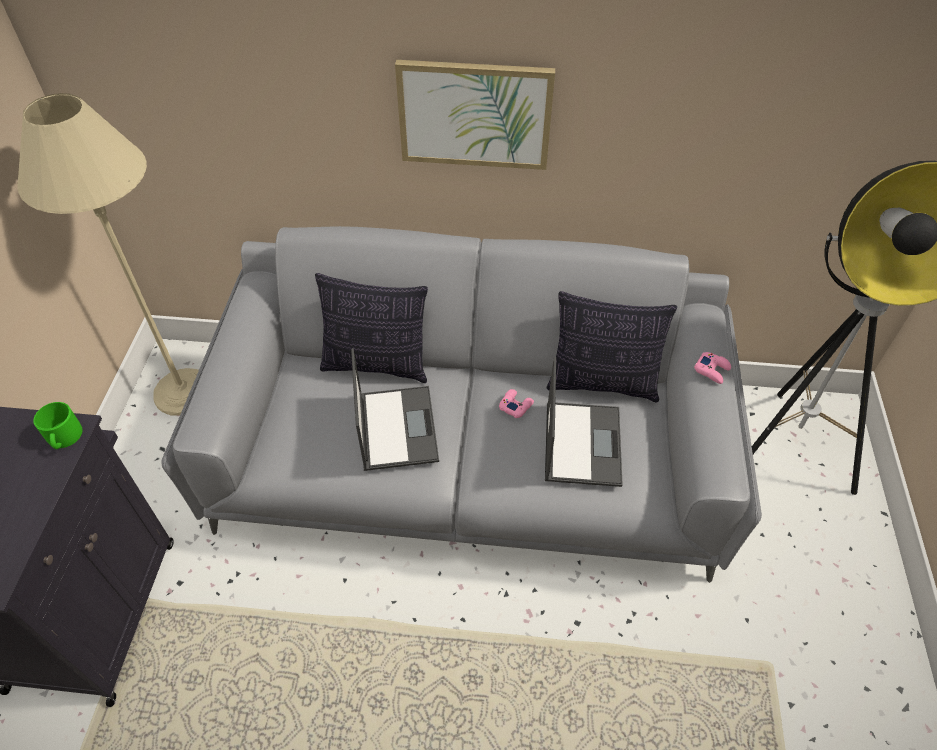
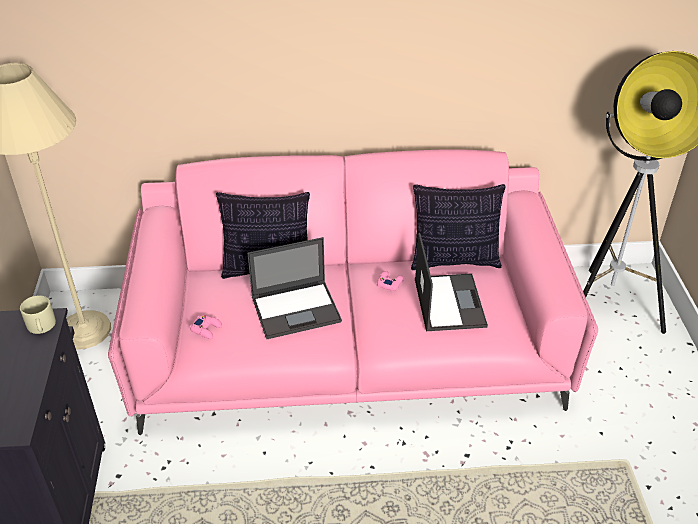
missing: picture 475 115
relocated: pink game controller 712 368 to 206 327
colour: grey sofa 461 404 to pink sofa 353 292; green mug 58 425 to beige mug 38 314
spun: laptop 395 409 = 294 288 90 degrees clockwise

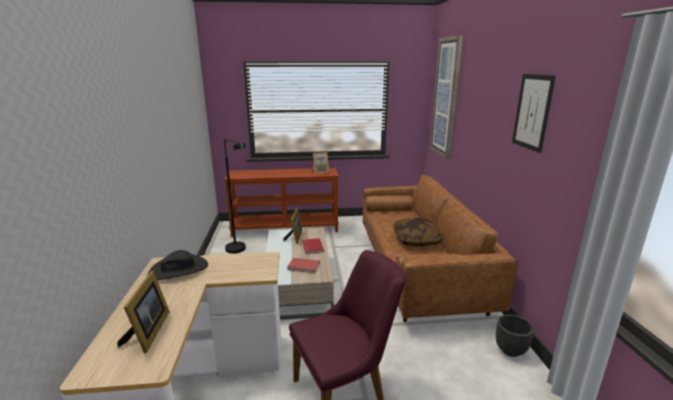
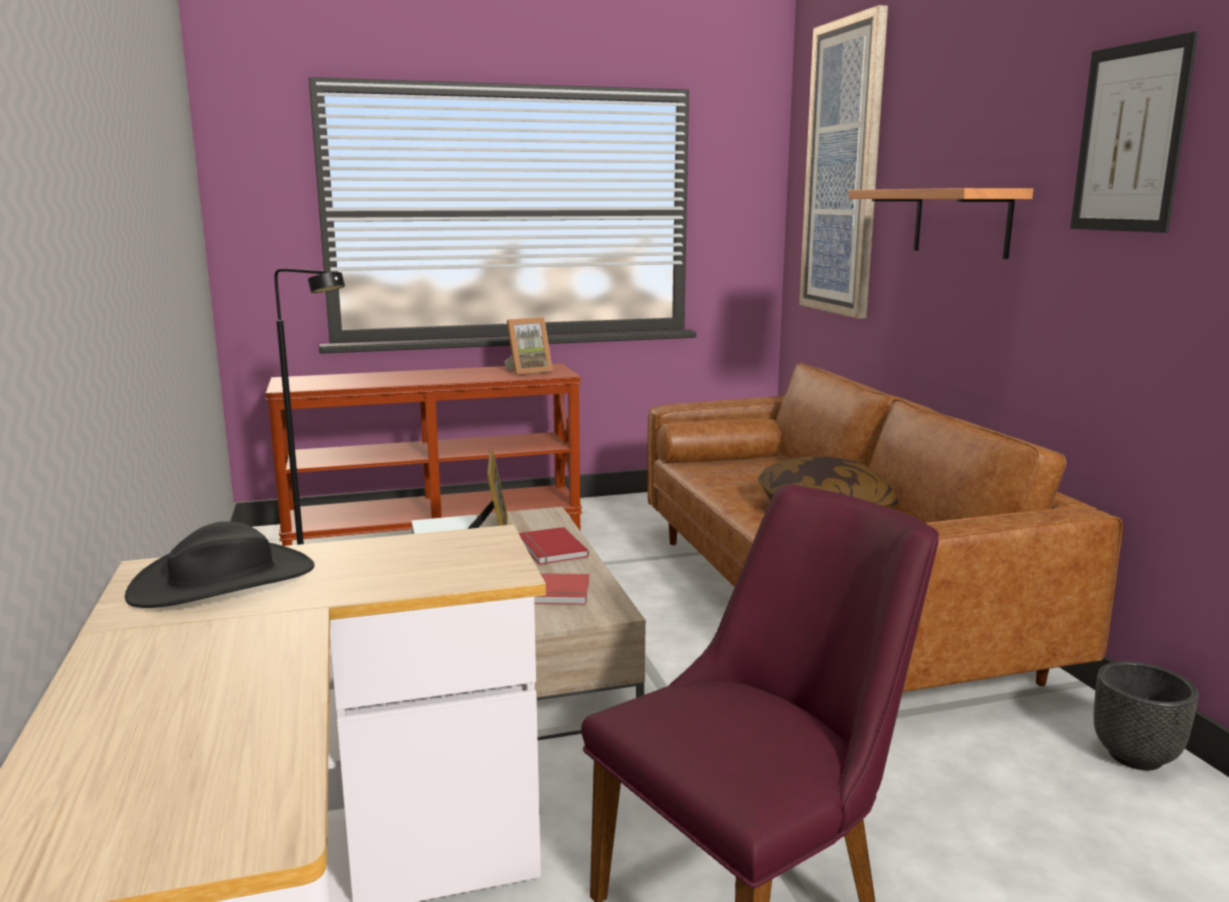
missing: picture frame 144 312
appeared: shelf 941 223

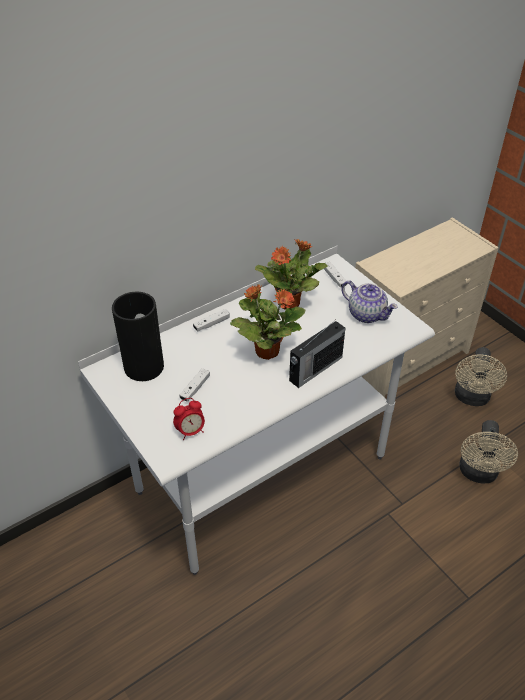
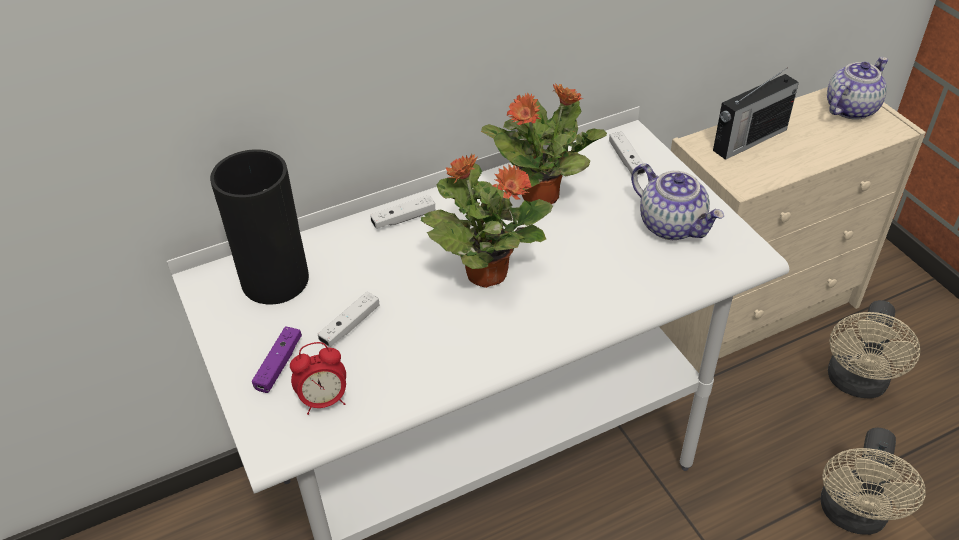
appeared: teapot 857 88; purple game controller 277 359
relocated: radio 317 353 to 756 113

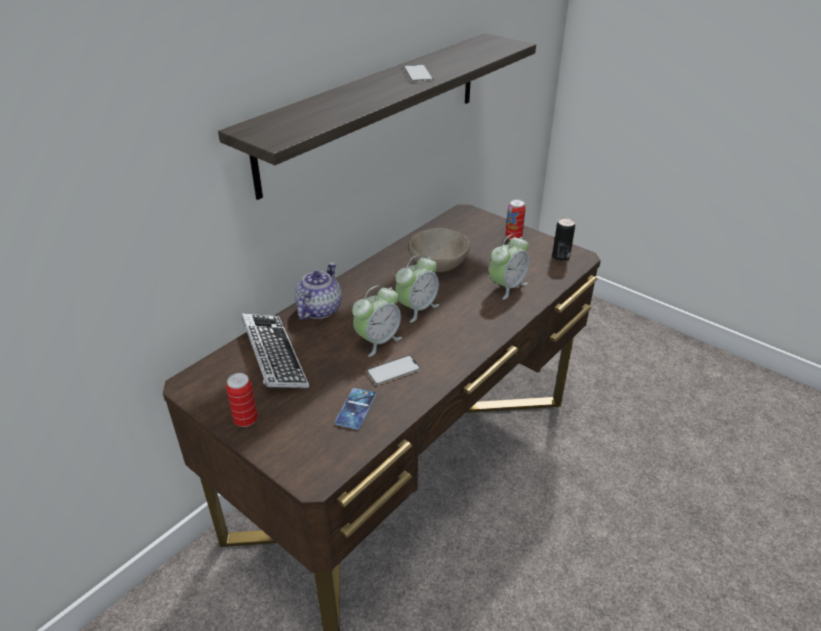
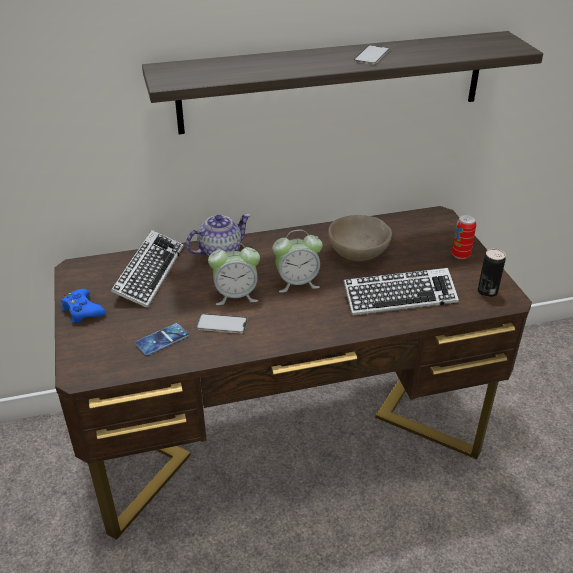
exchanged: alarm clock 509 267 to keyboard 401 292; can 242 400 to blue game controller 83 306

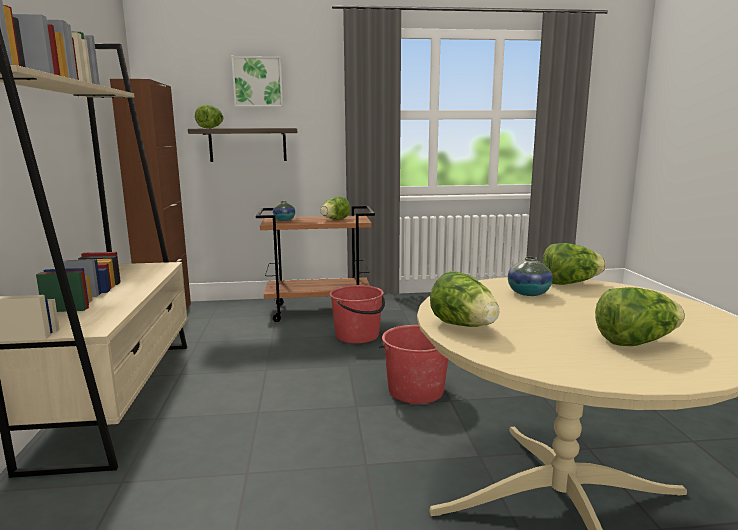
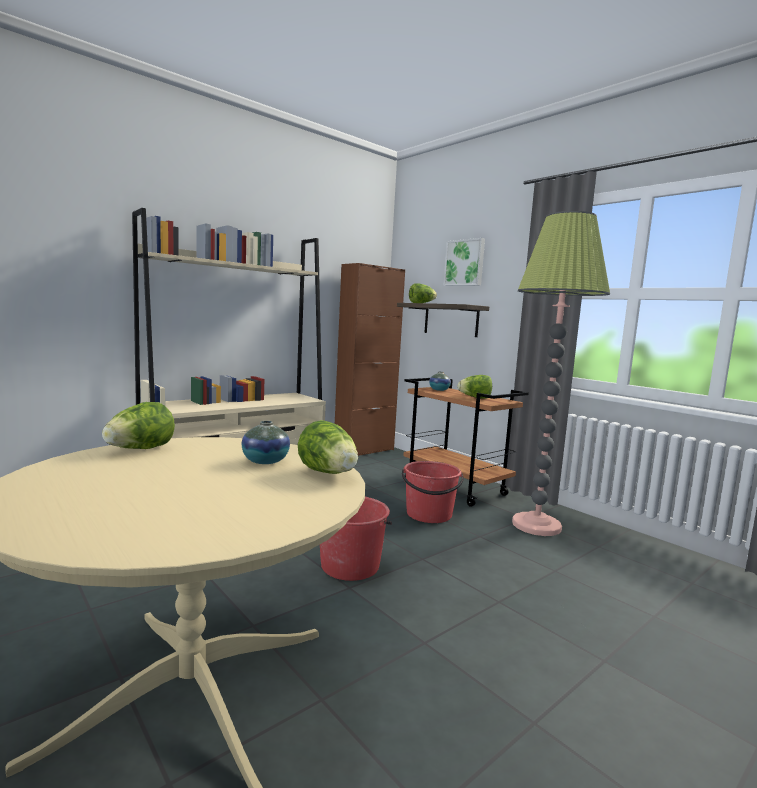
missing: lettuce 640 316
appeared: floor lamp 561 373

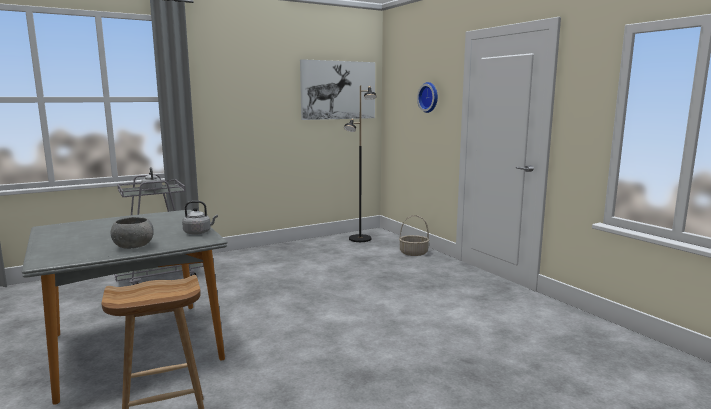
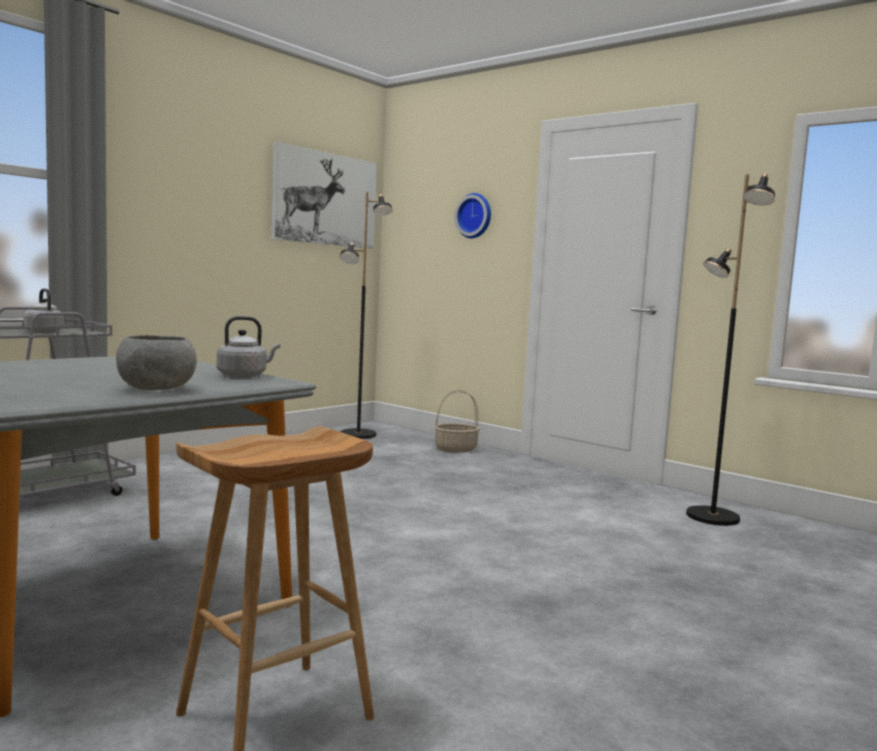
appeared: black floor lamp 730 349

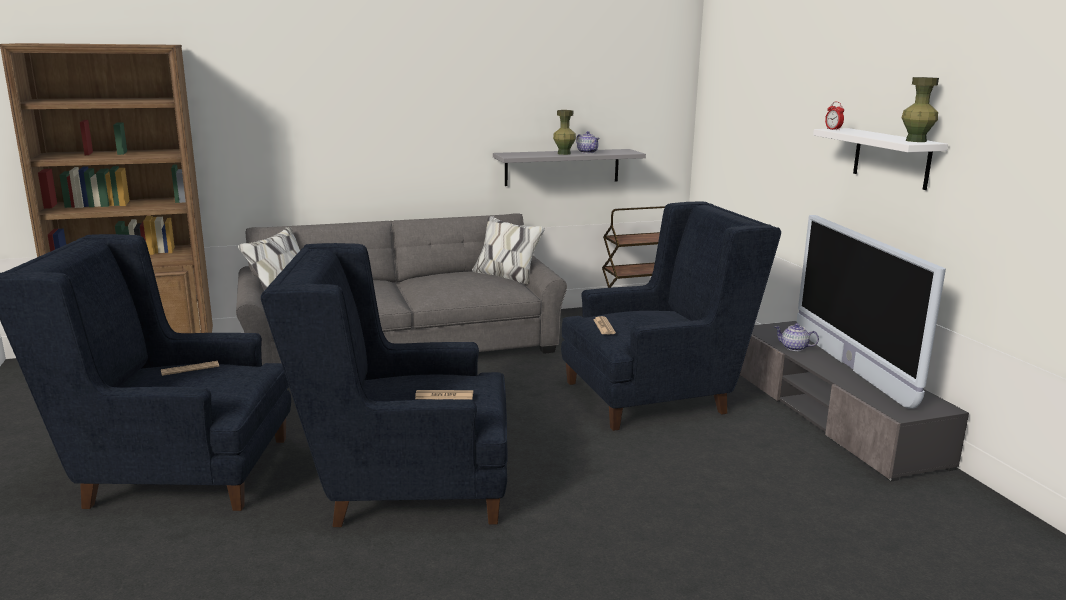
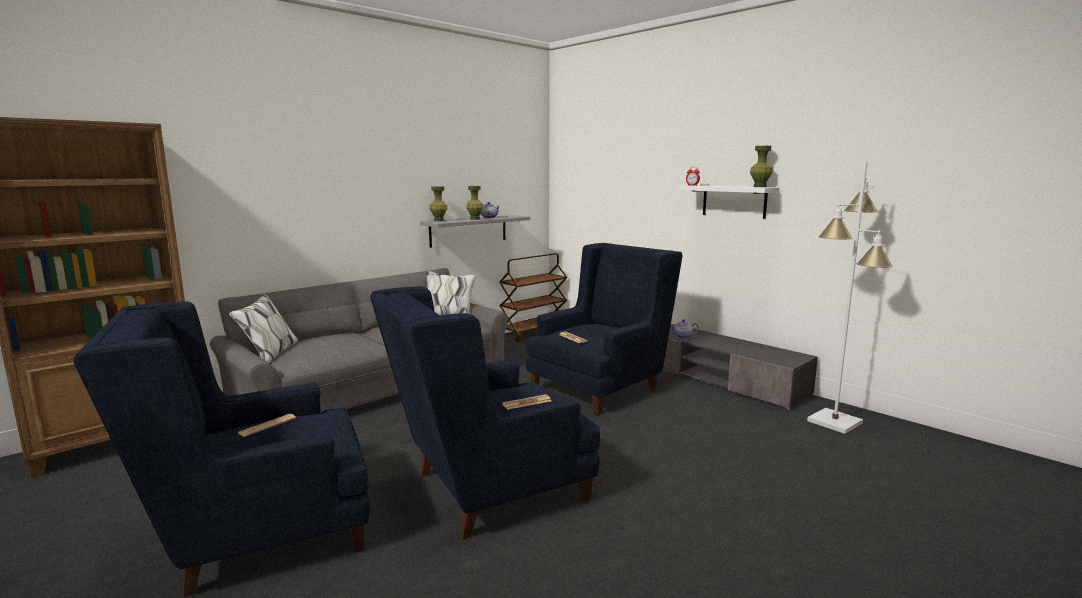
missing: television 871 311
appeared: white floor lamp 850 298; green vase 439 203

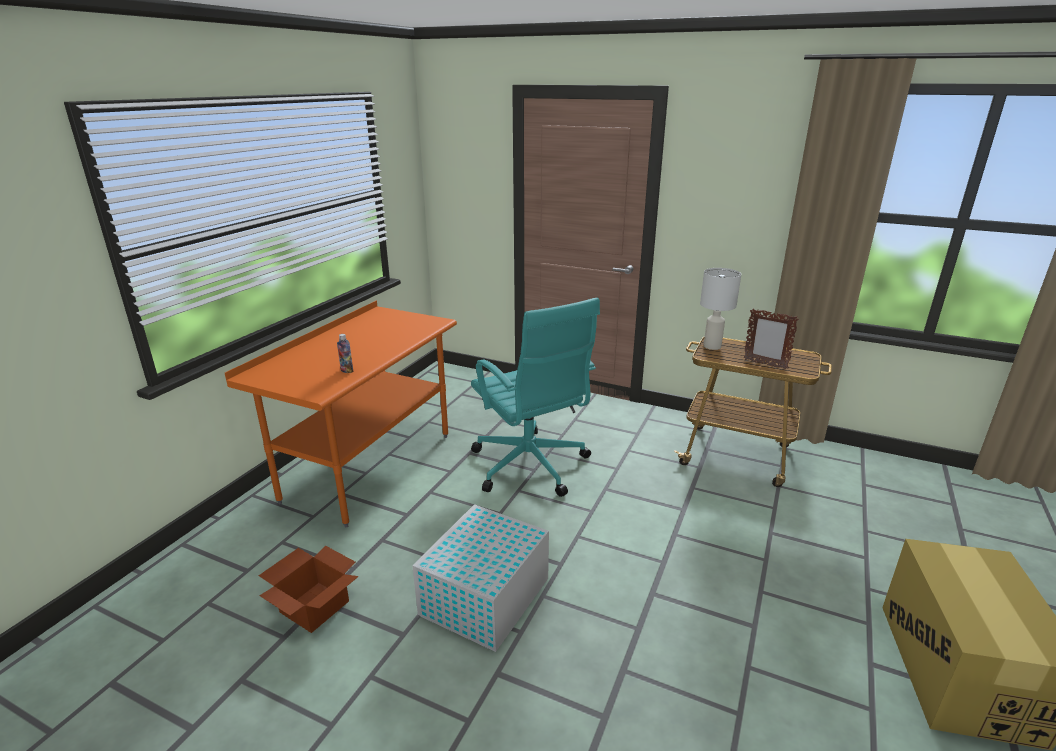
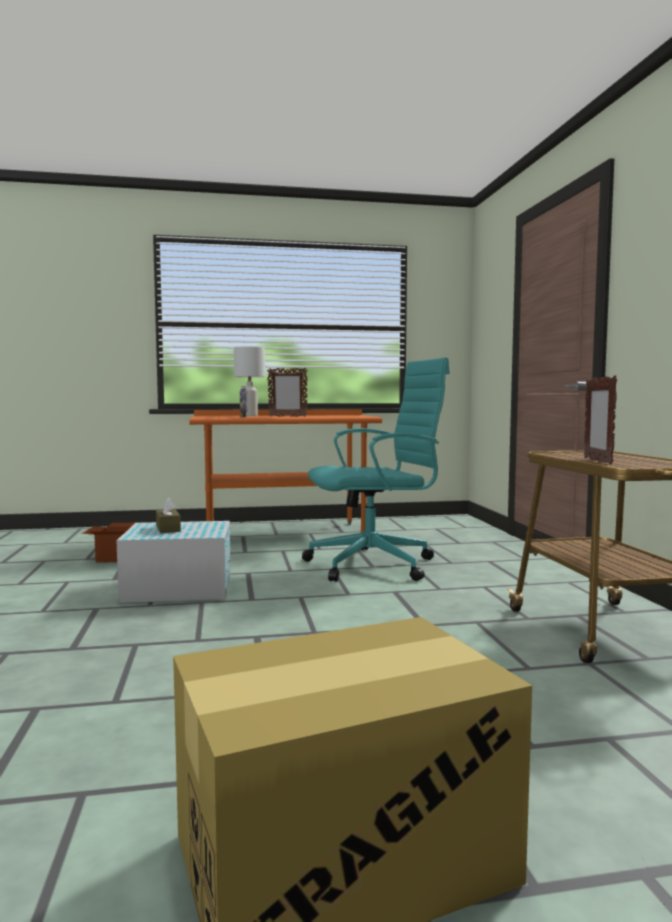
appeared: picture frame 287 392; brown tissue box 168 515
relocated: white table lamp 720 309 to 249 381
spun: turquoise office chair 535 397 = 376 469 135 degrees counterclockwise

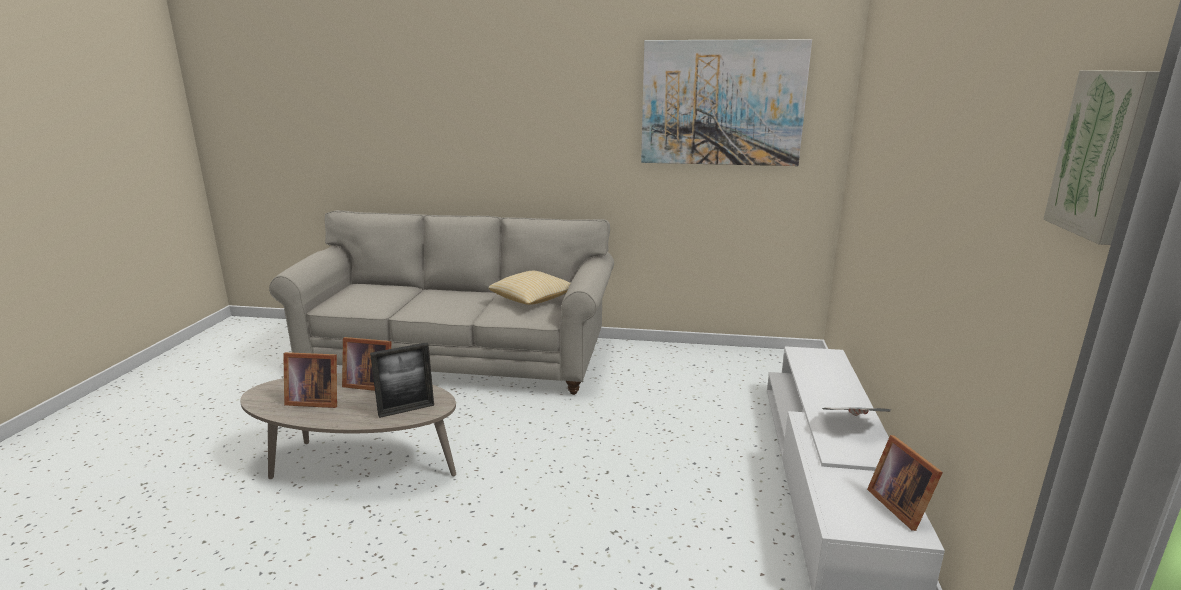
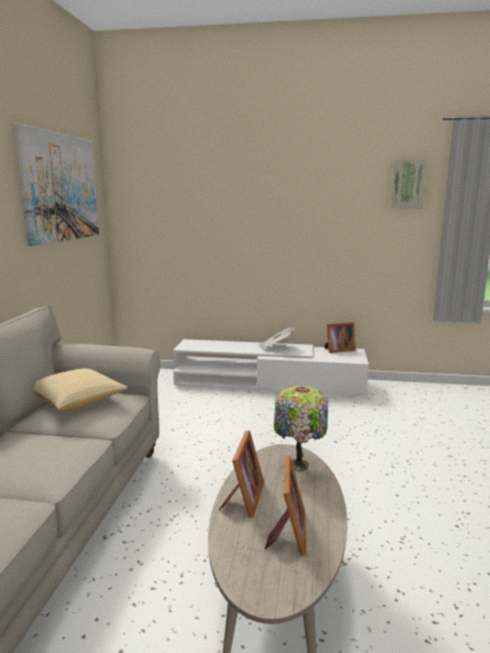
exchanged: picture frame 402 380 to table lamp 301 429

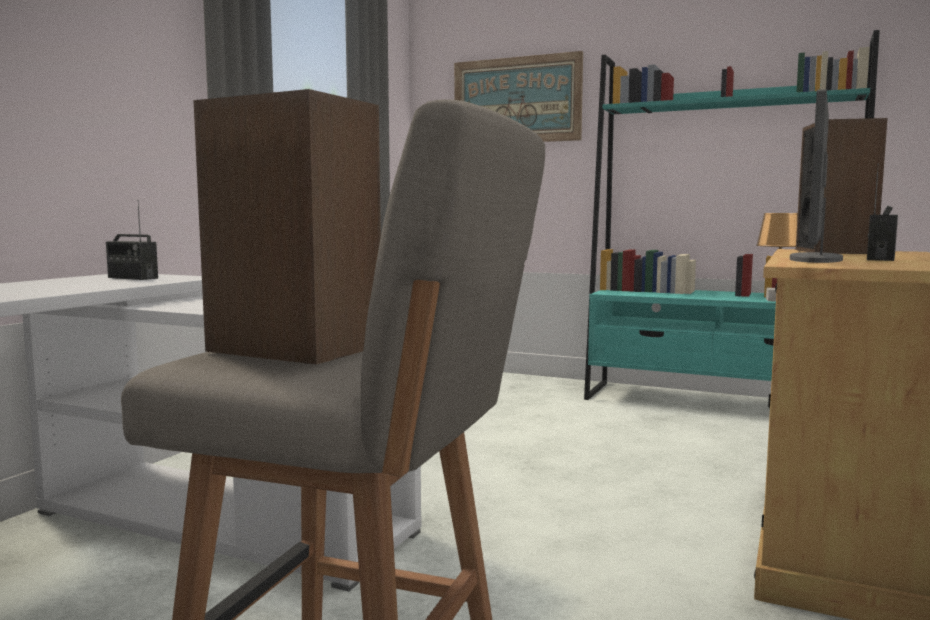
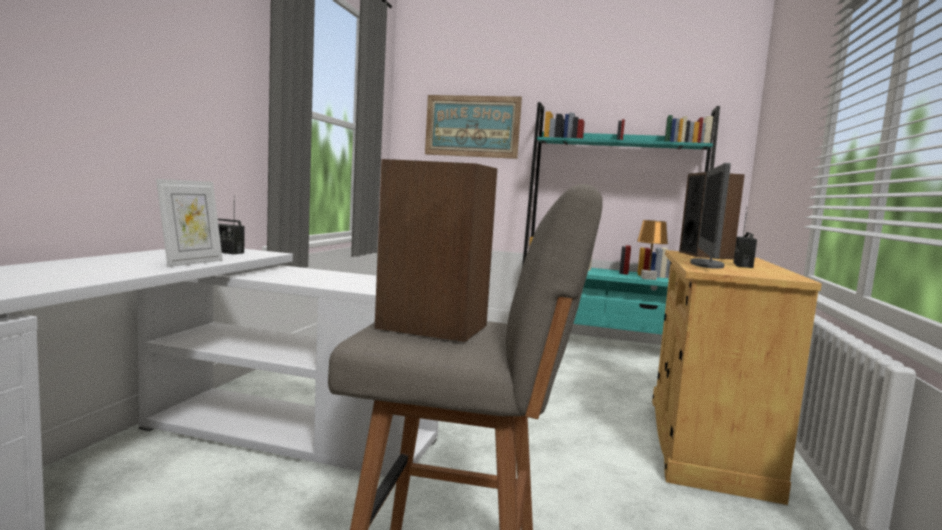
appeared: picture frame 189 223

